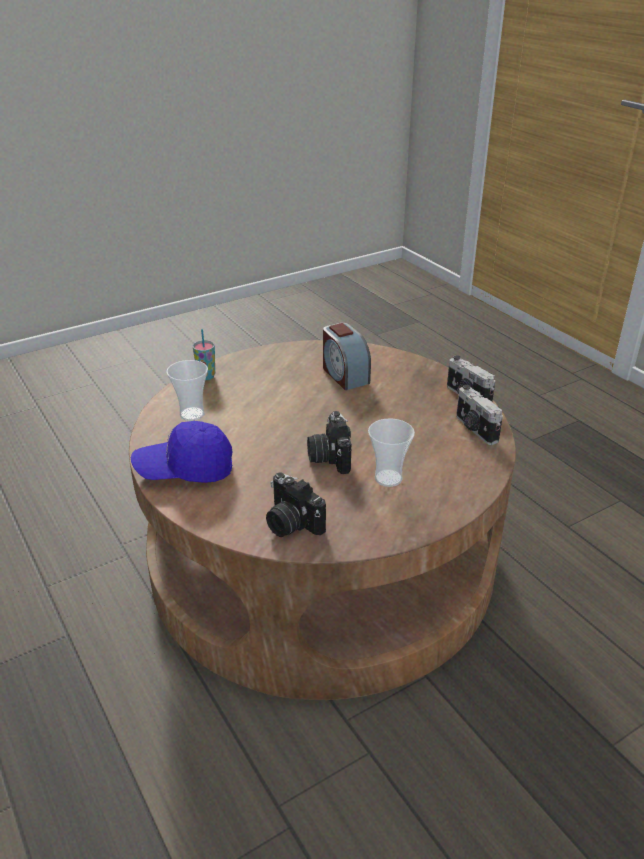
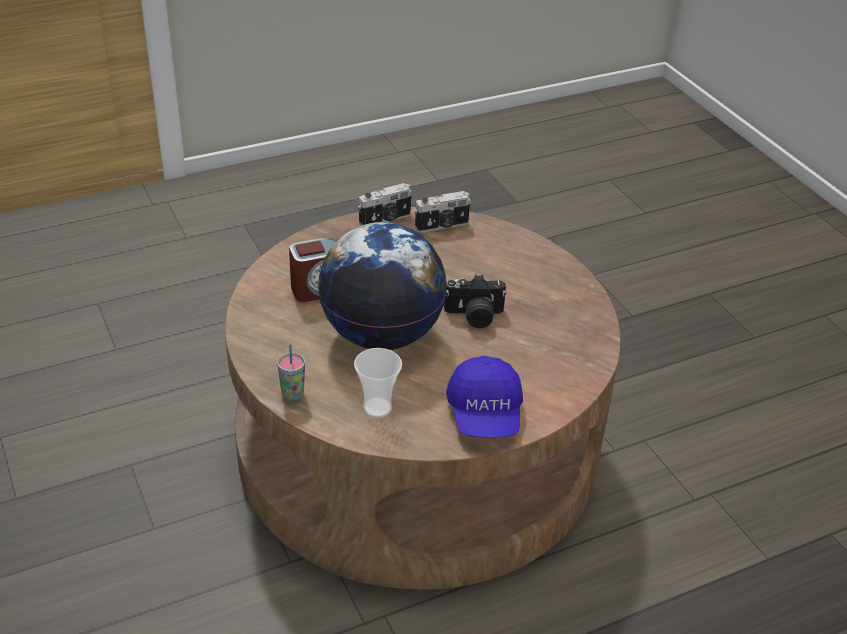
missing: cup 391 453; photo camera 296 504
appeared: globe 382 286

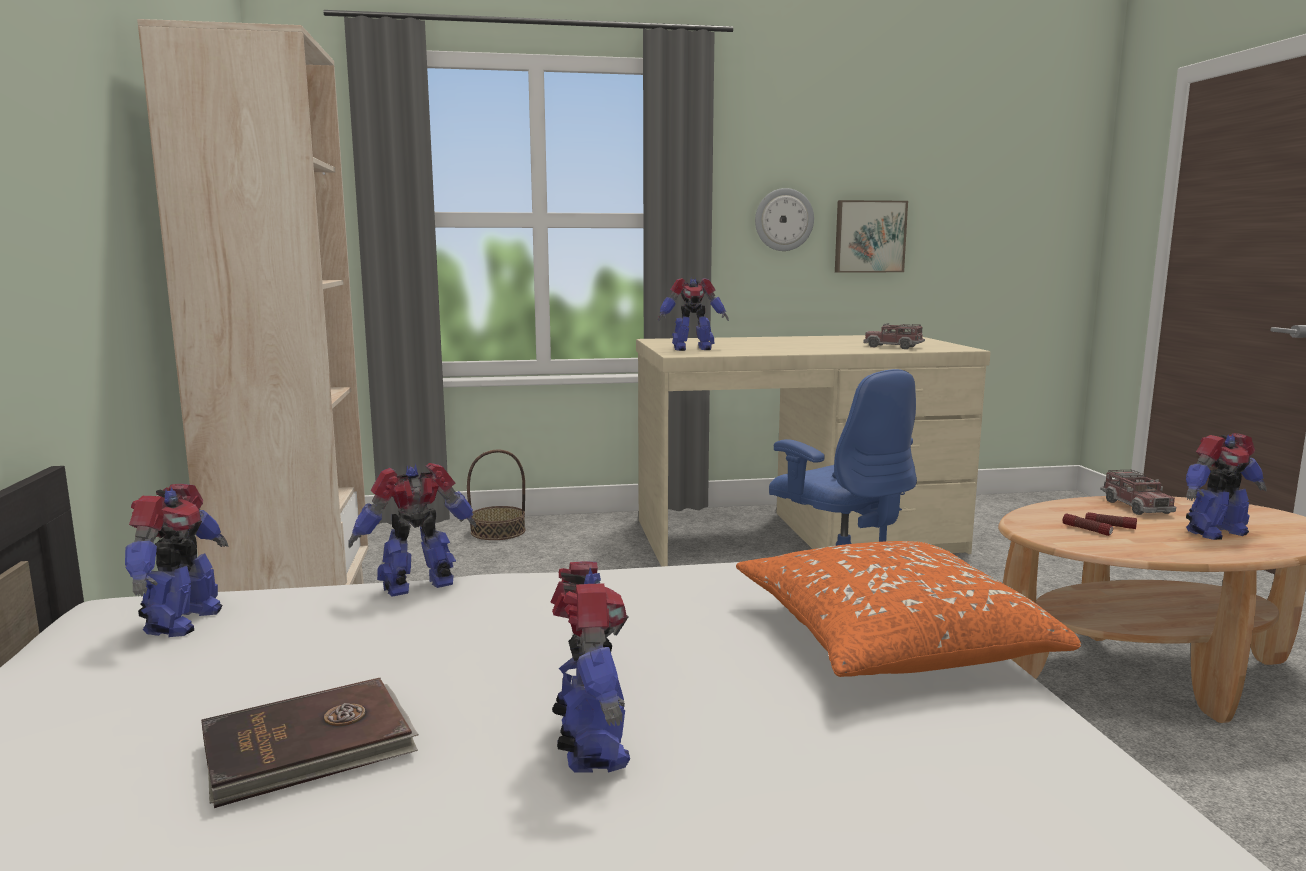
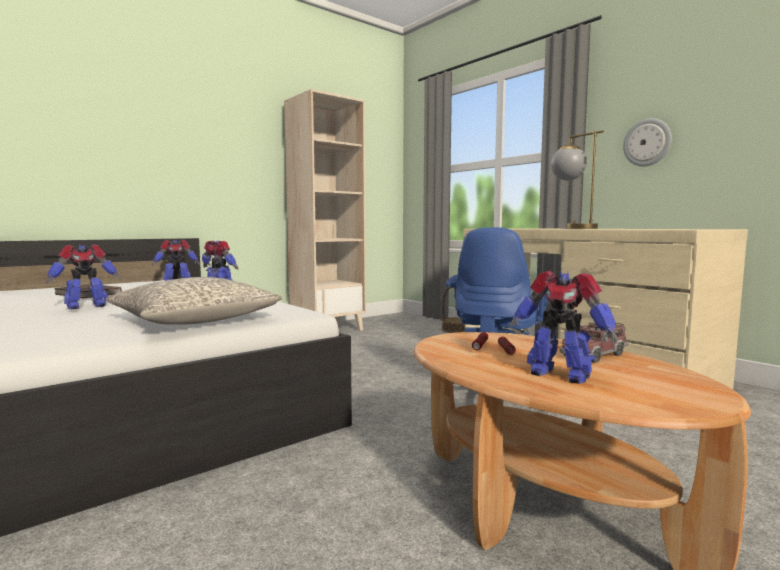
missing: picture 871 236; toy robot 693 314; toy truck 894 336
appeared: table lamp 577 179
colour: orange pillow 908 609 to grey pillow 194 301

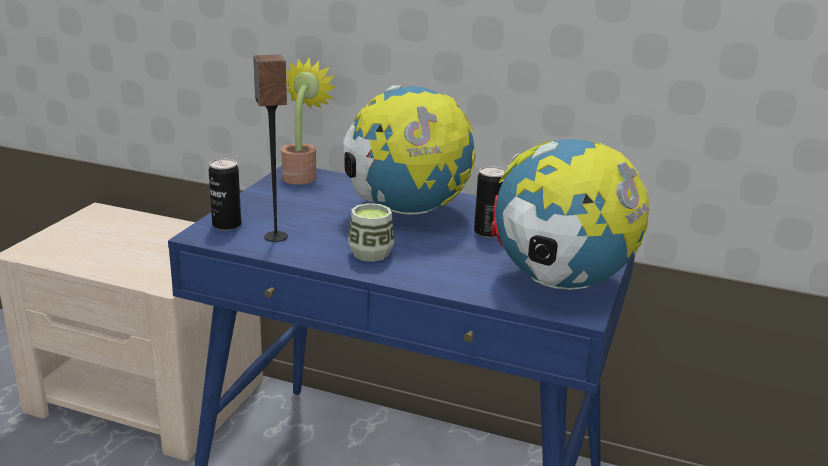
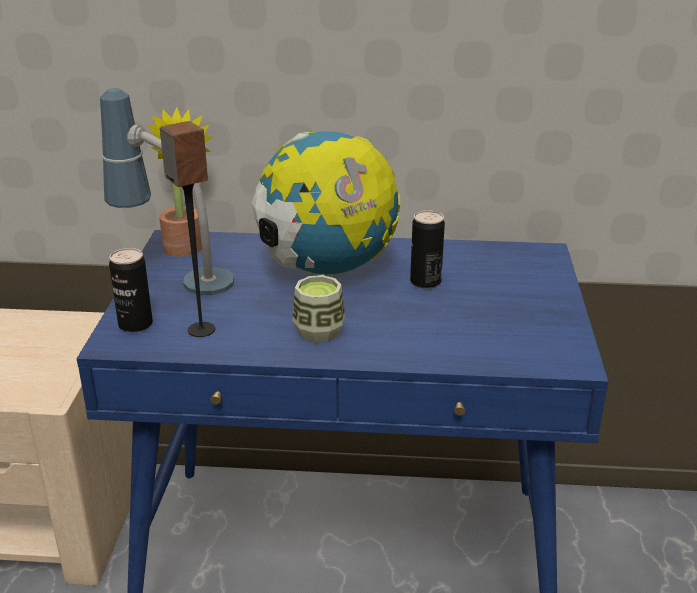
missing: globe 570 214
appeared: table lamp 167 191

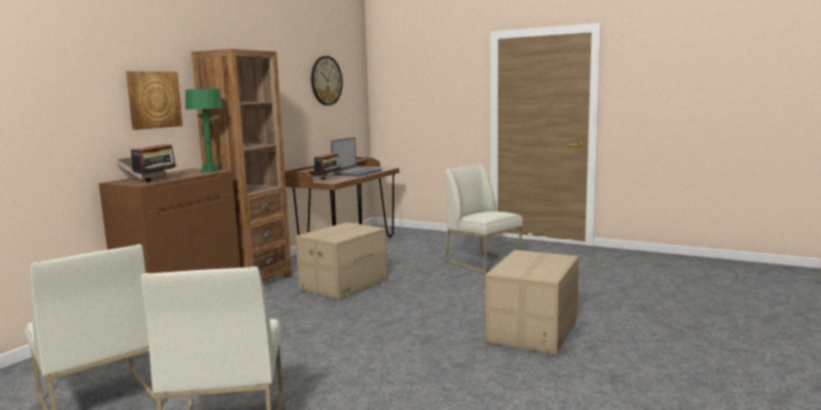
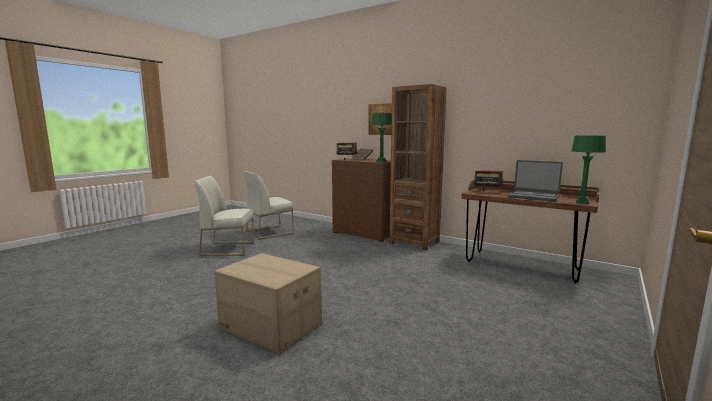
missing: wall clock 327 81; white chair 484 219; cardboard box 341 260
appeared: green table lamp 589 169

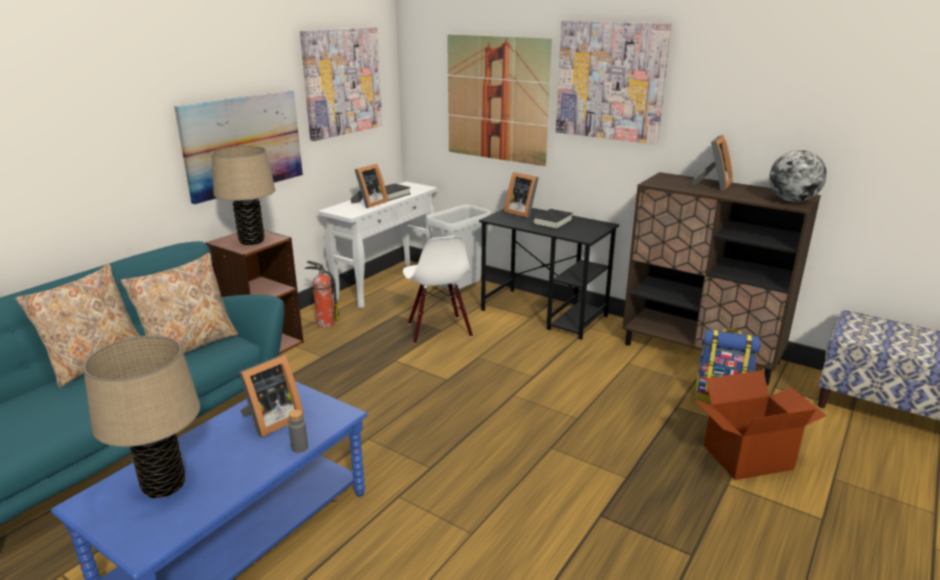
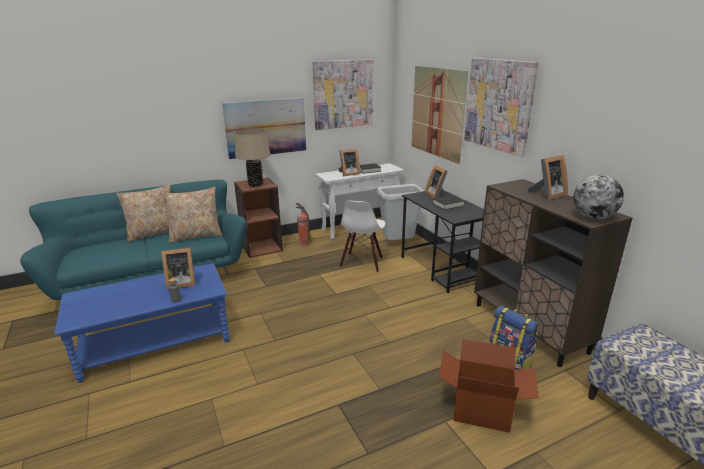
missing: beige table lamp 141 416

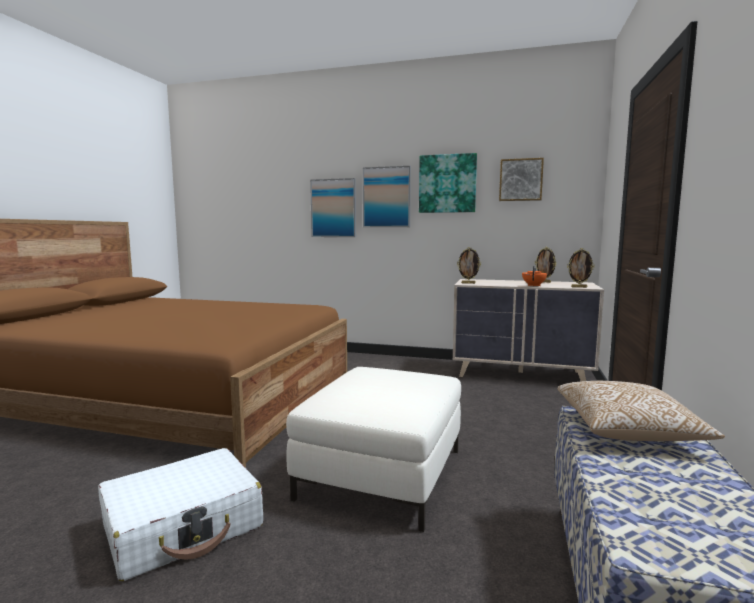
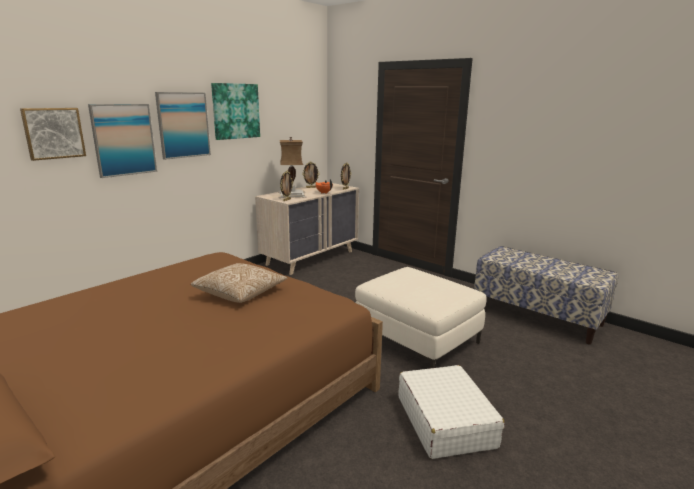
appeared: table lamp 293 167
relocated: picture 521 179 to 53 134; pillow 641 411 to 239 283

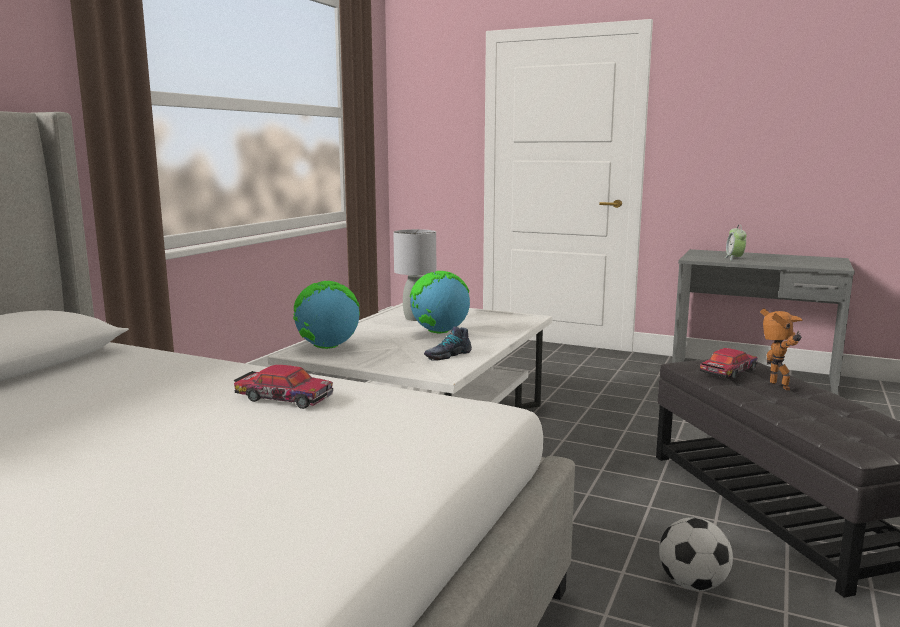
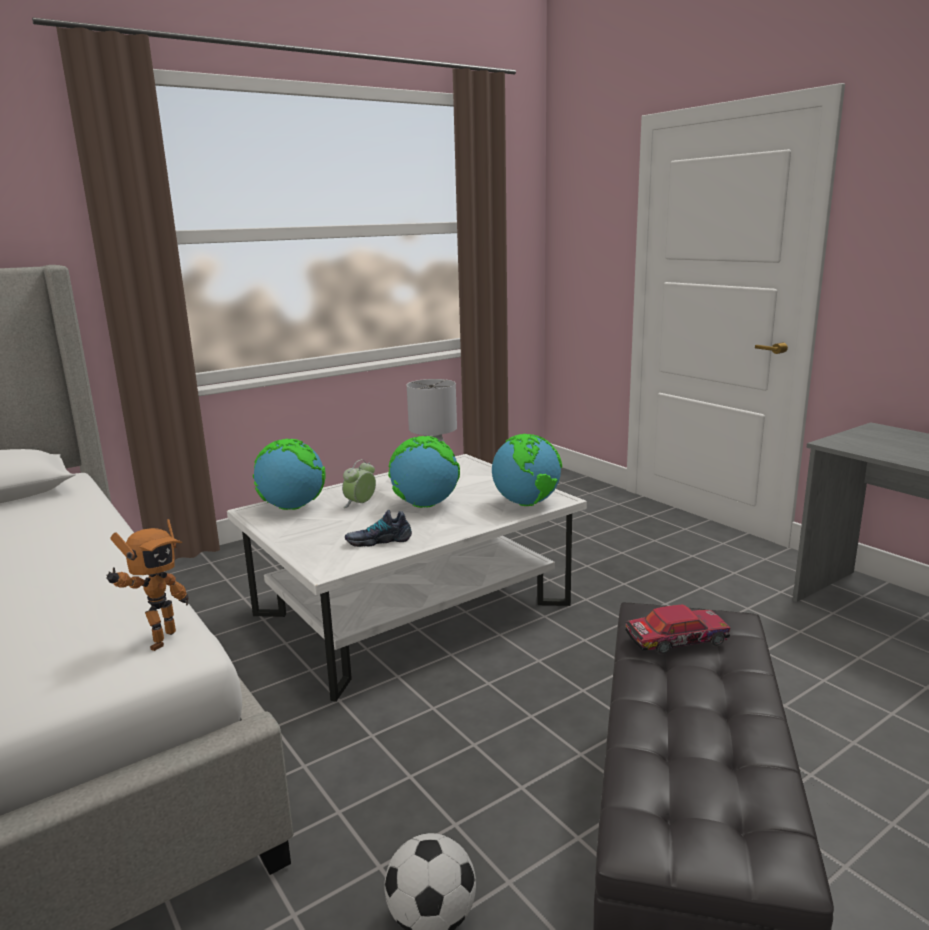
missing: toy car 283 387
appeared: globe 527 470
relocated: alarm clock 736 243 to 359 483; toy robot 781 349 to 147 585

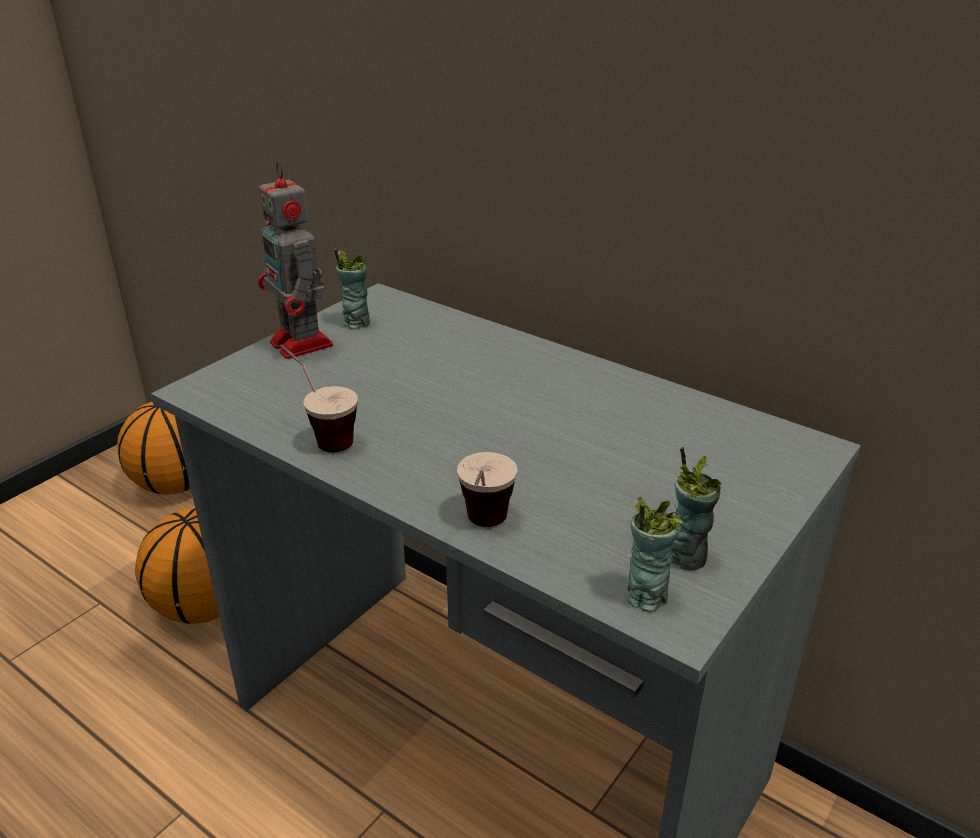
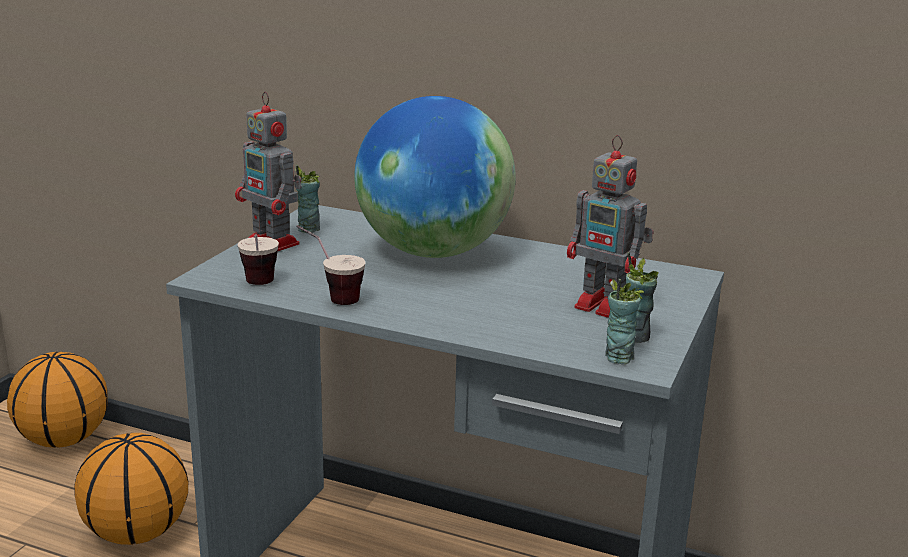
appeared: globe 435 177; toy robot 610 226
relocated: cup 487 489 to 258 259

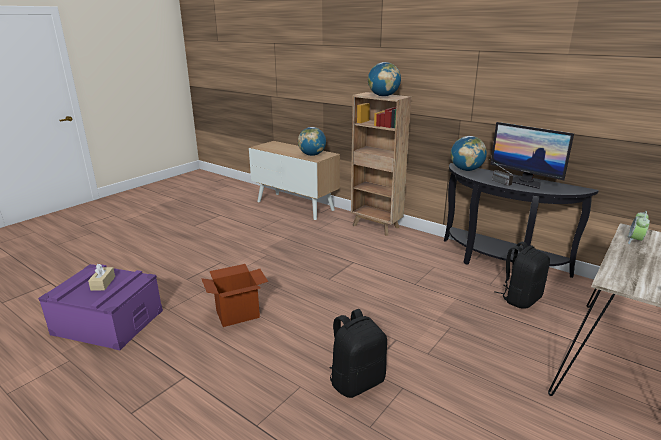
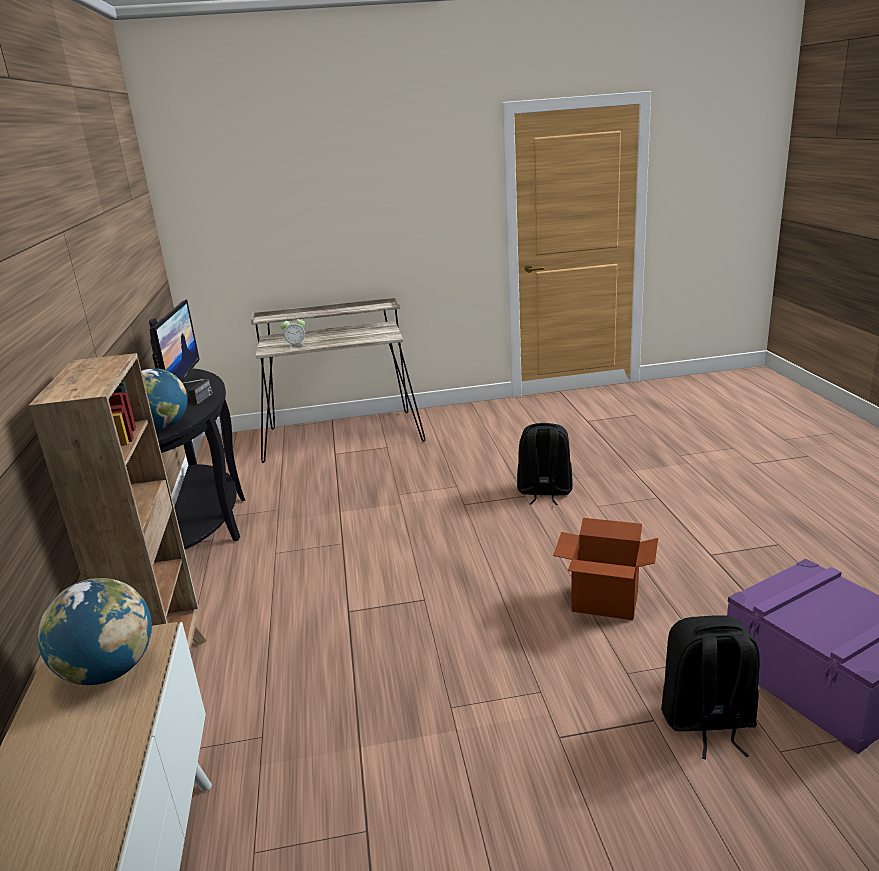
missing: globe 384 79; beige tissue box 101 277
relocated: black backpack 522 275 to 710 687

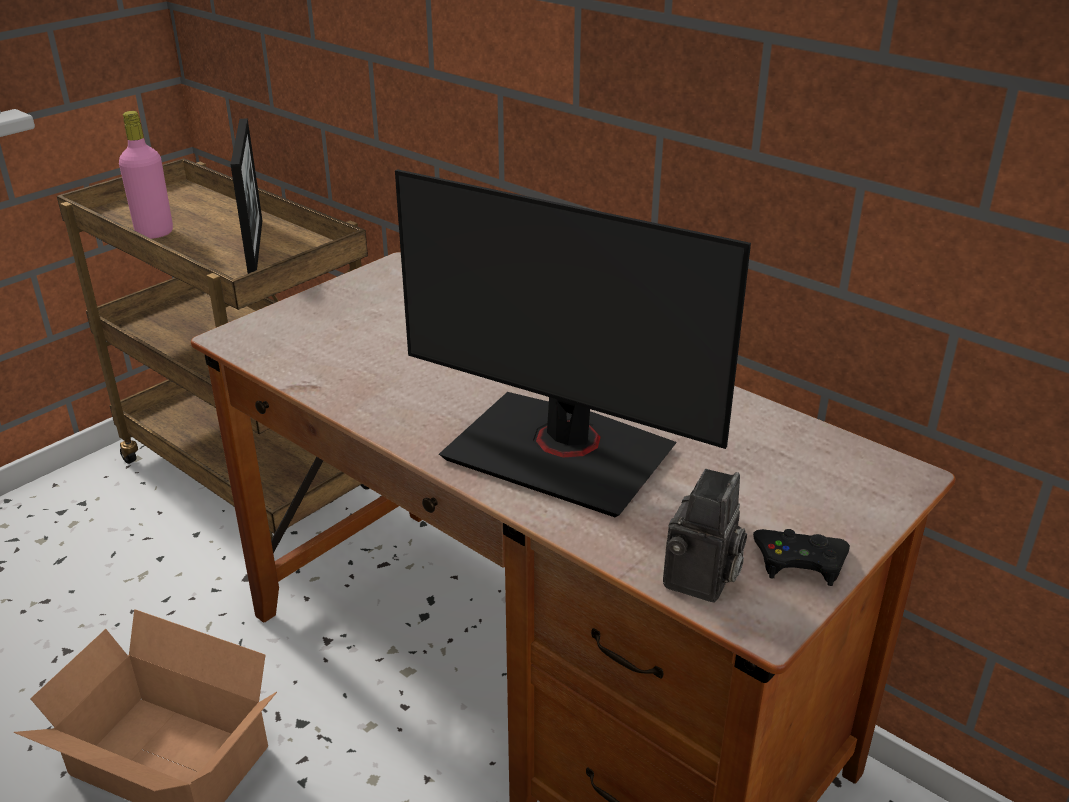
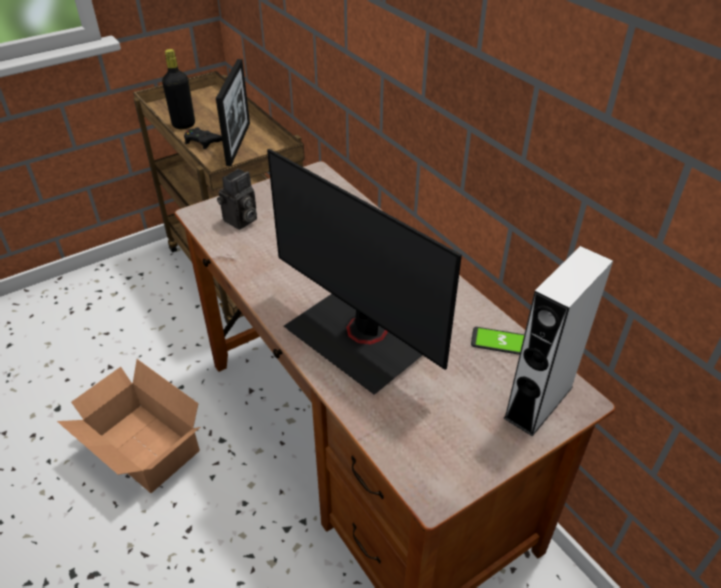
appeared: white speaker 558 341; phone 497 341
relocated: photo camera 705 535 to 237 199; black game controller 801 557 to 203 138
colour: pink bottle 146 175 to black bottle 178 89

